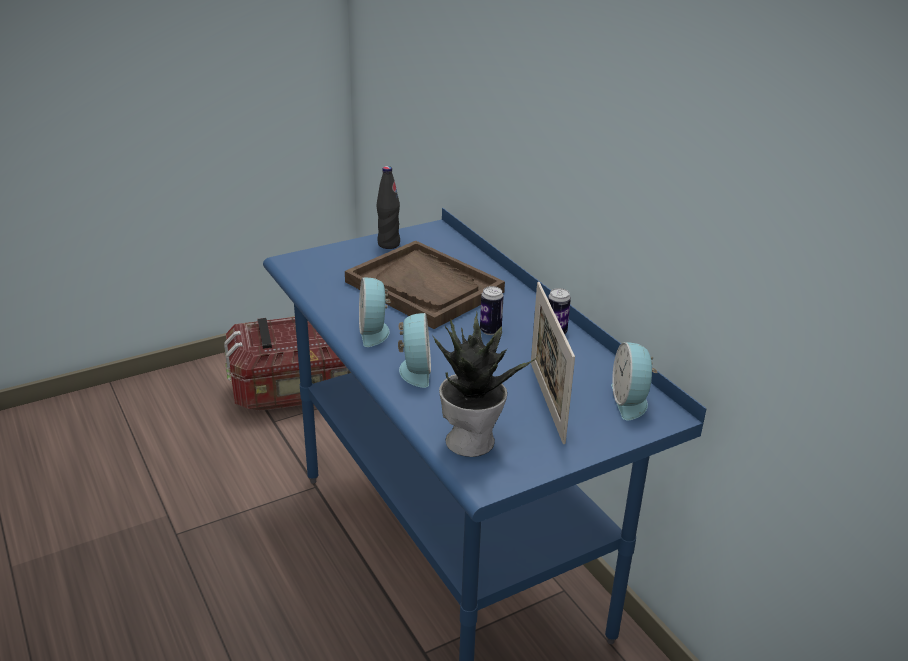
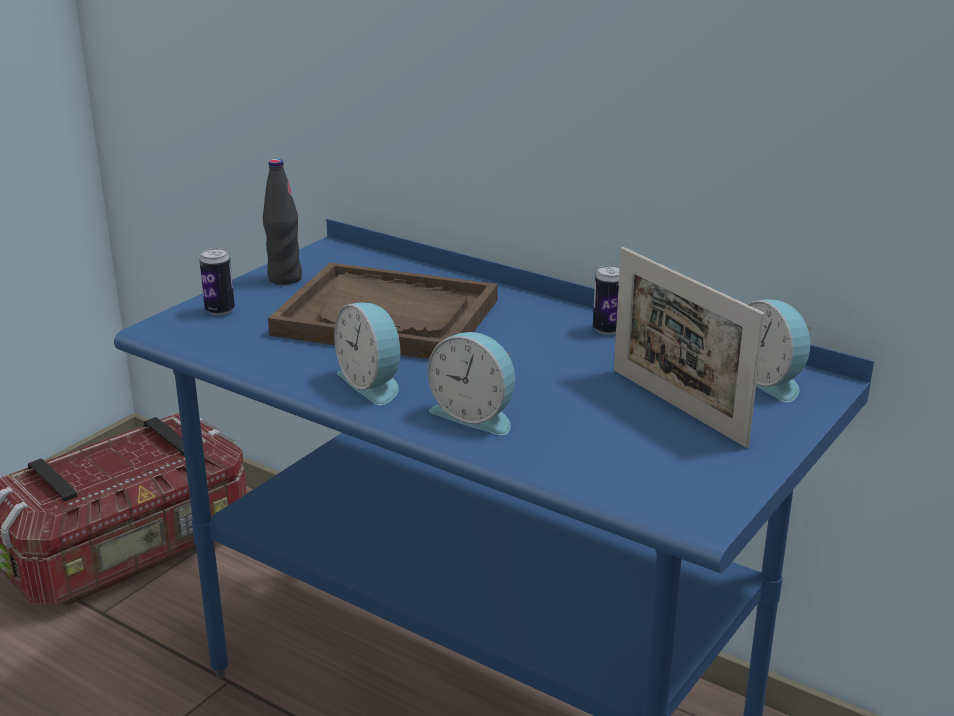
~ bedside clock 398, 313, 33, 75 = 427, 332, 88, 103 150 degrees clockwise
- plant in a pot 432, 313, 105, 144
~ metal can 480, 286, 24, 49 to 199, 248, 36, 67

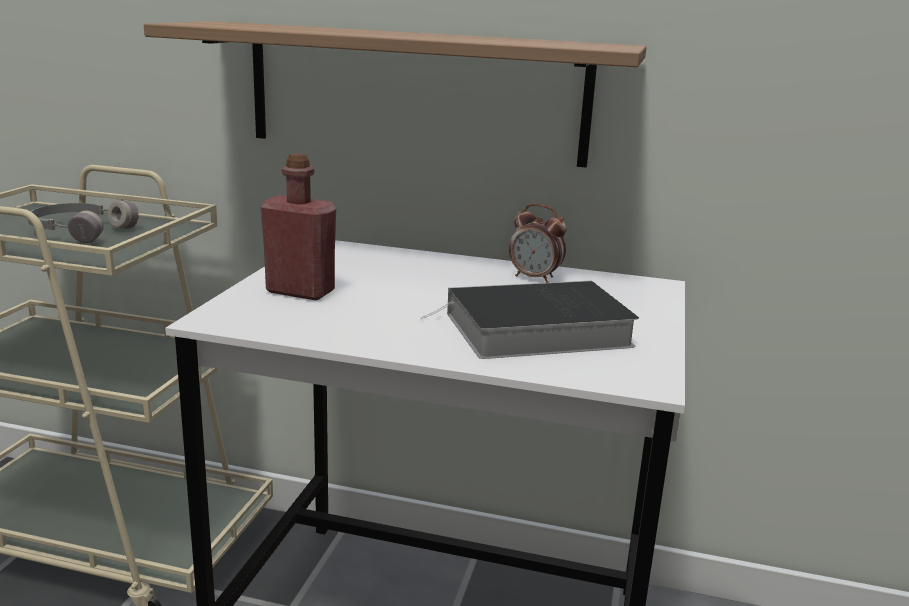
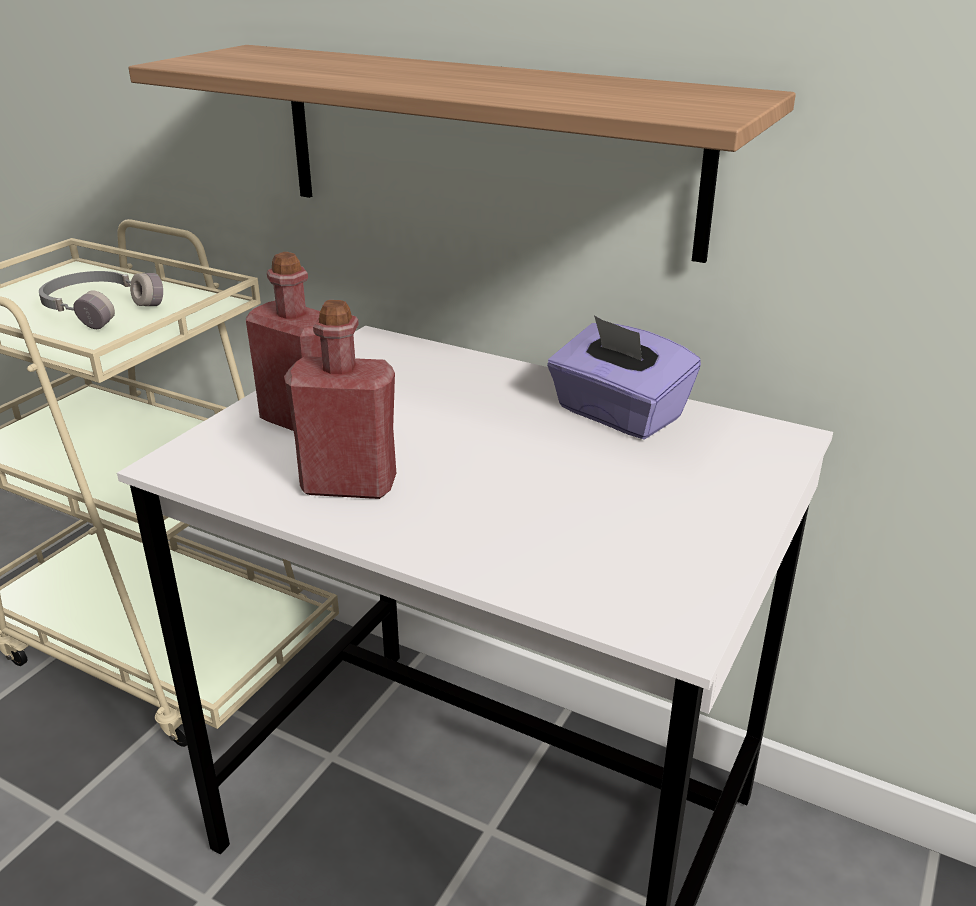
- volume 421, 281, 218, 78
~ bedside clock 509, 204, 58, 79 to box of tissues/purple 547, 315, 154, 125
+ beverage bottle/red-coloured 284, 300, 112, 199

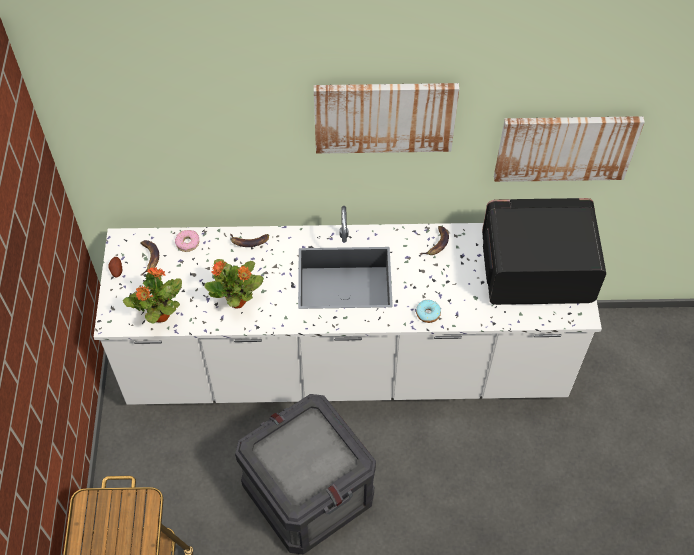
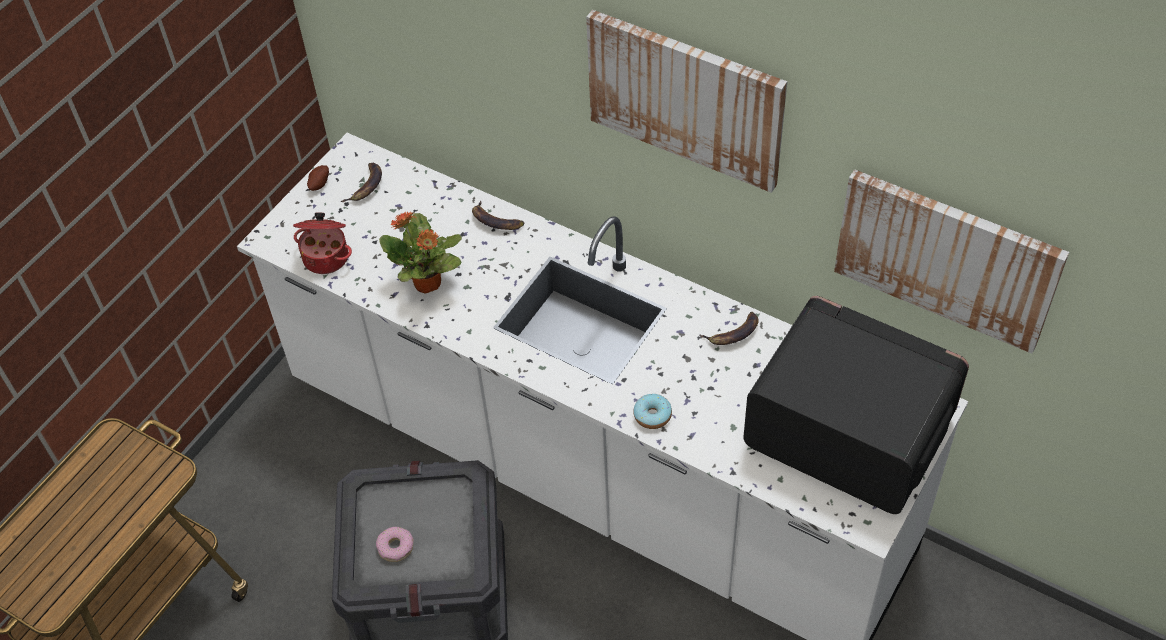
~ plant in a pot 123, 267, 59, 57 to cooking pot 293, 212, 59, 62
~ doughnut 175, 230, 24, 22 to 376, 527, 38, 35

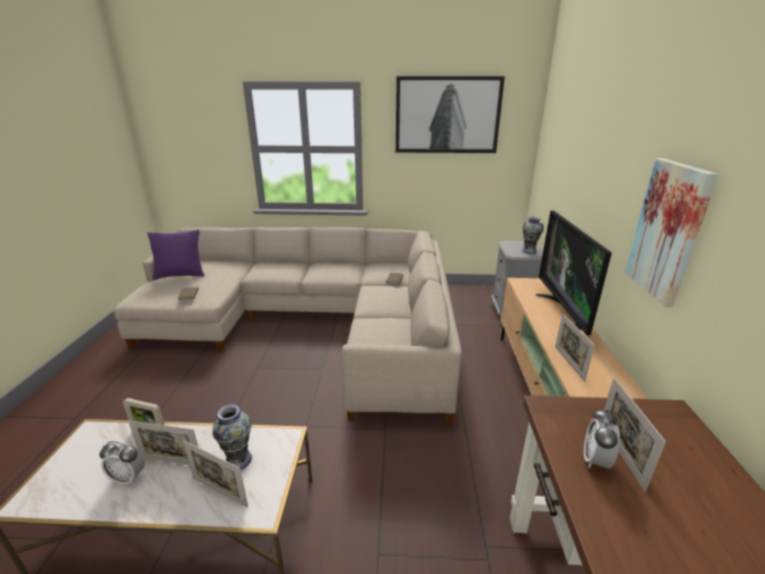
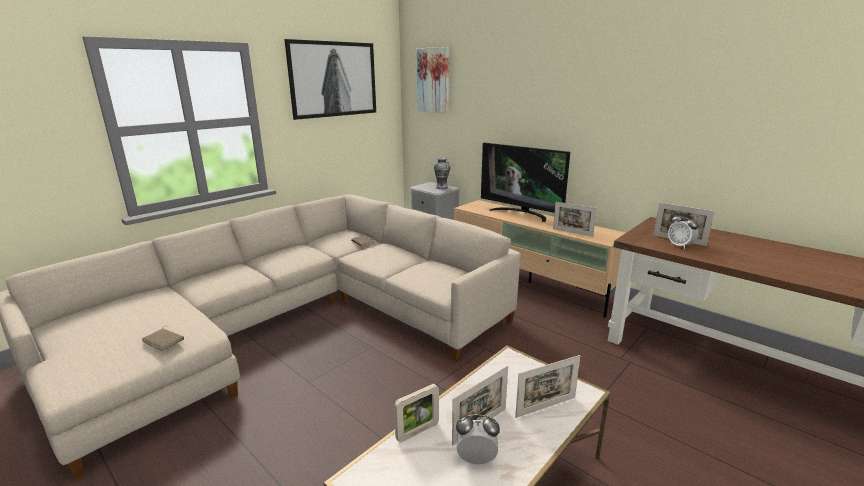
~ bedside clock 99, 441, 46, 44 = 456, 414, 44, 51 135 degrees counterclockwise
- pillow/purple 147, 230, 57, 50
- vase 212, 404, 40, 66
~ wall picture 625, 158, 94, 149 to 417, 47, 32, 66

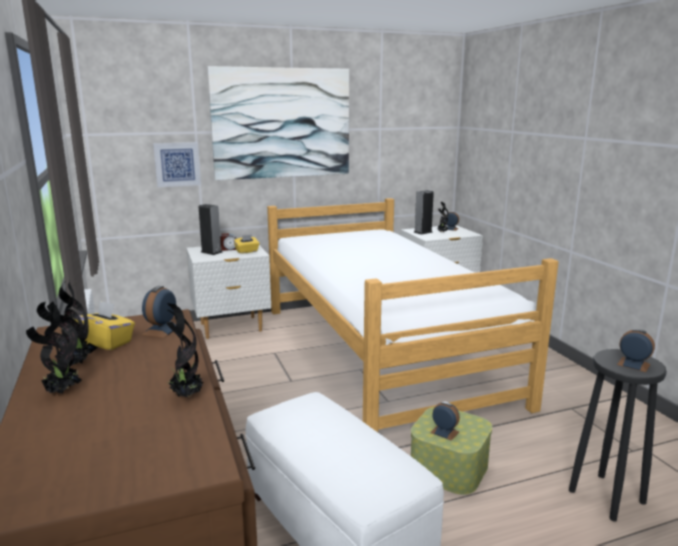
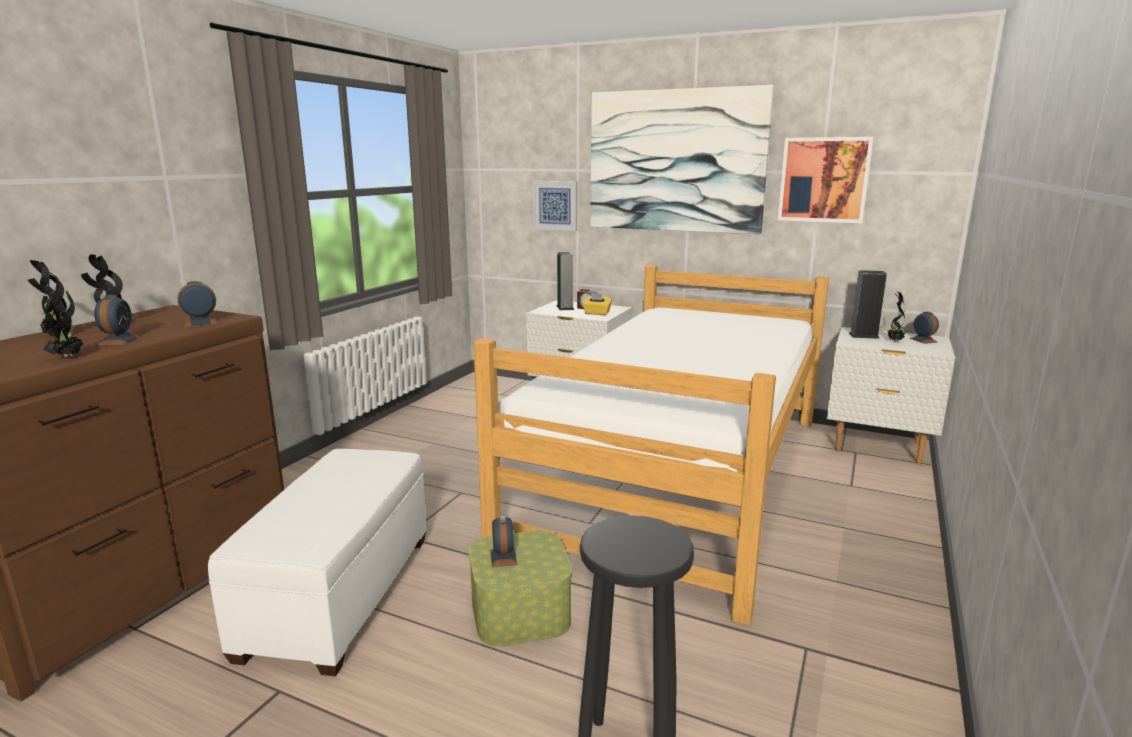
- box of tissues/yellowish 74, 300, 61, 50
~ bedside clock 617, 329, 38, 43 to 94, 295, 46, 51
+ wall picture 778, 137, 96, 86

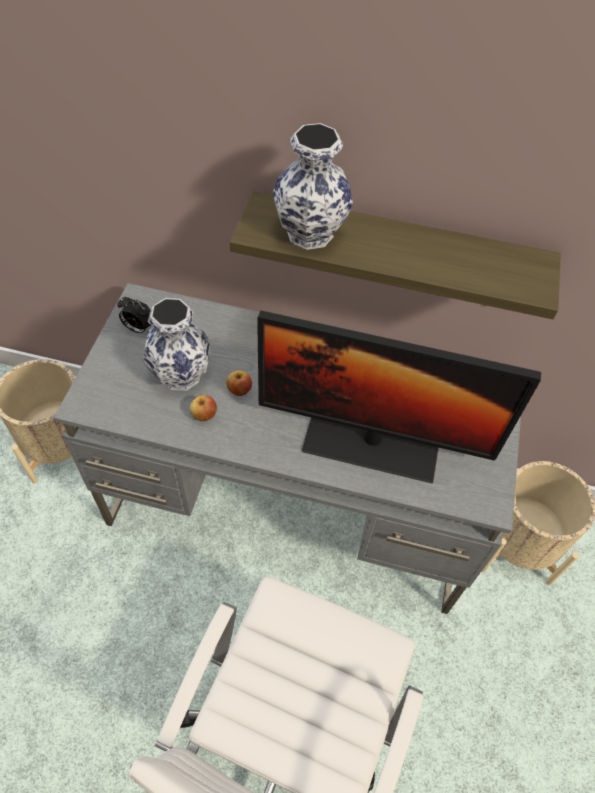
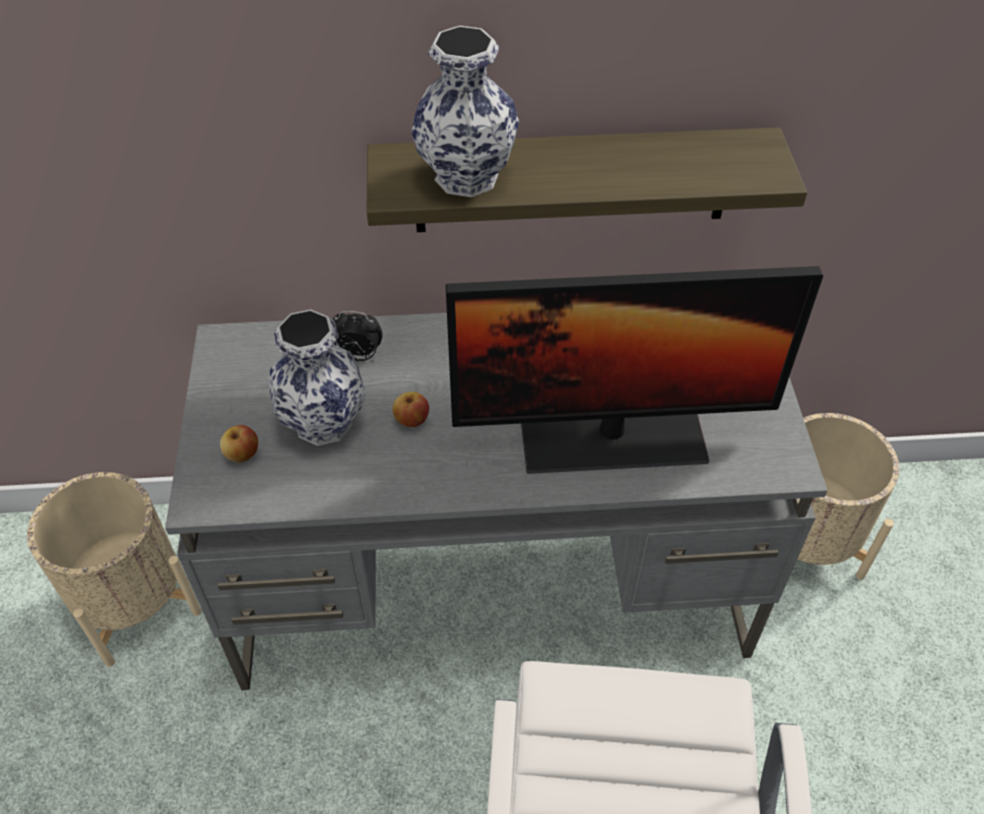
~ bedside clock 117, 296, 34, 37 to 332, 311, 51, 50
~ apple 190, 395, 27, 26 to 220, 425, 38, 38

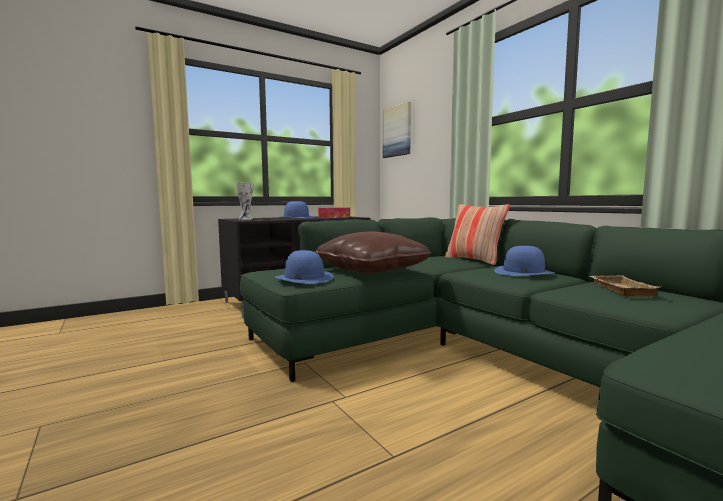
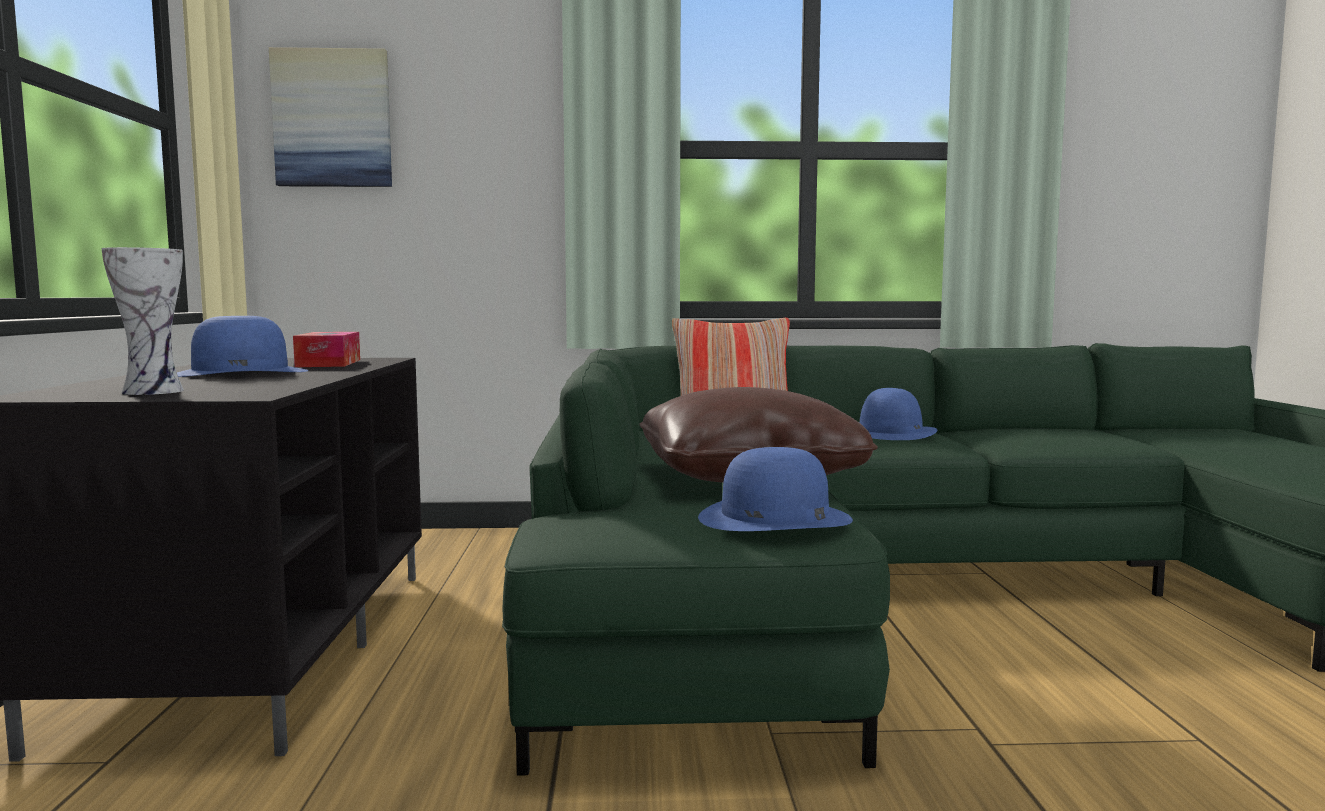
- serving tray/sand-coloured 590, 275, 69, 22

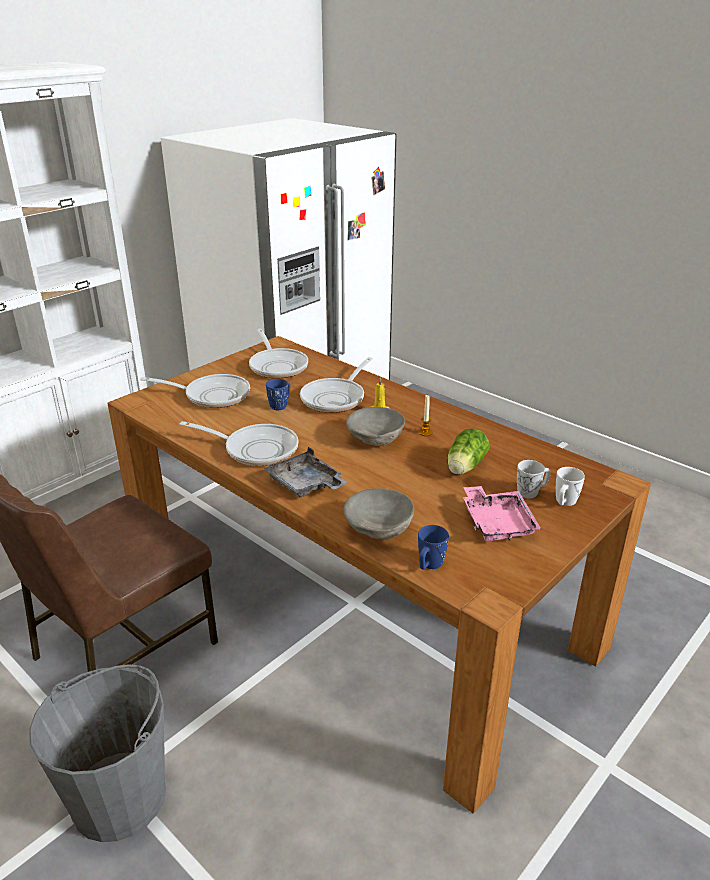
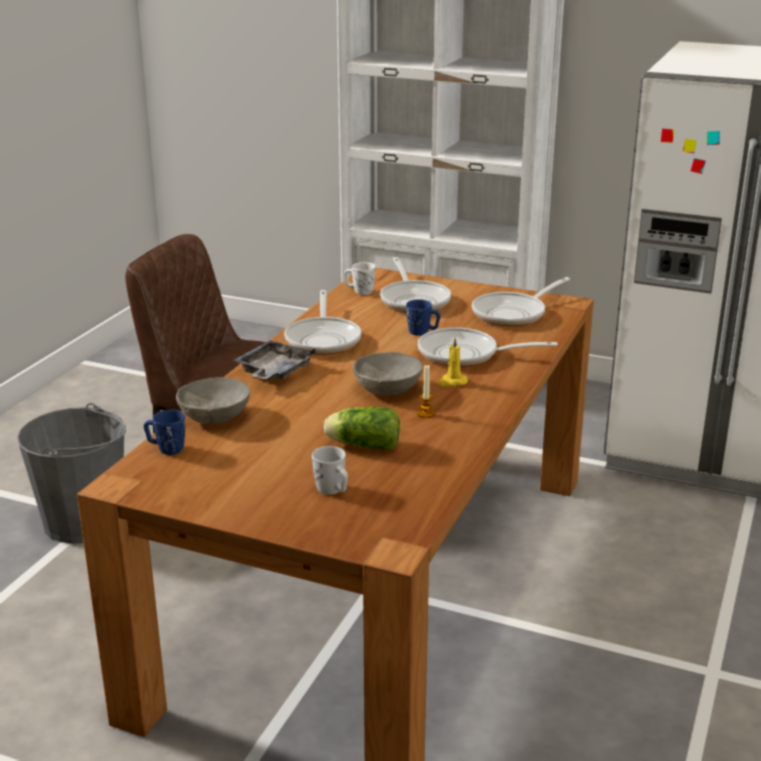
- serving tray/pink-coloured 463, 486, 78, 55
~ coffee mug/white-coloured 556, 467, 29, 39 to 344, 262, 31, 33

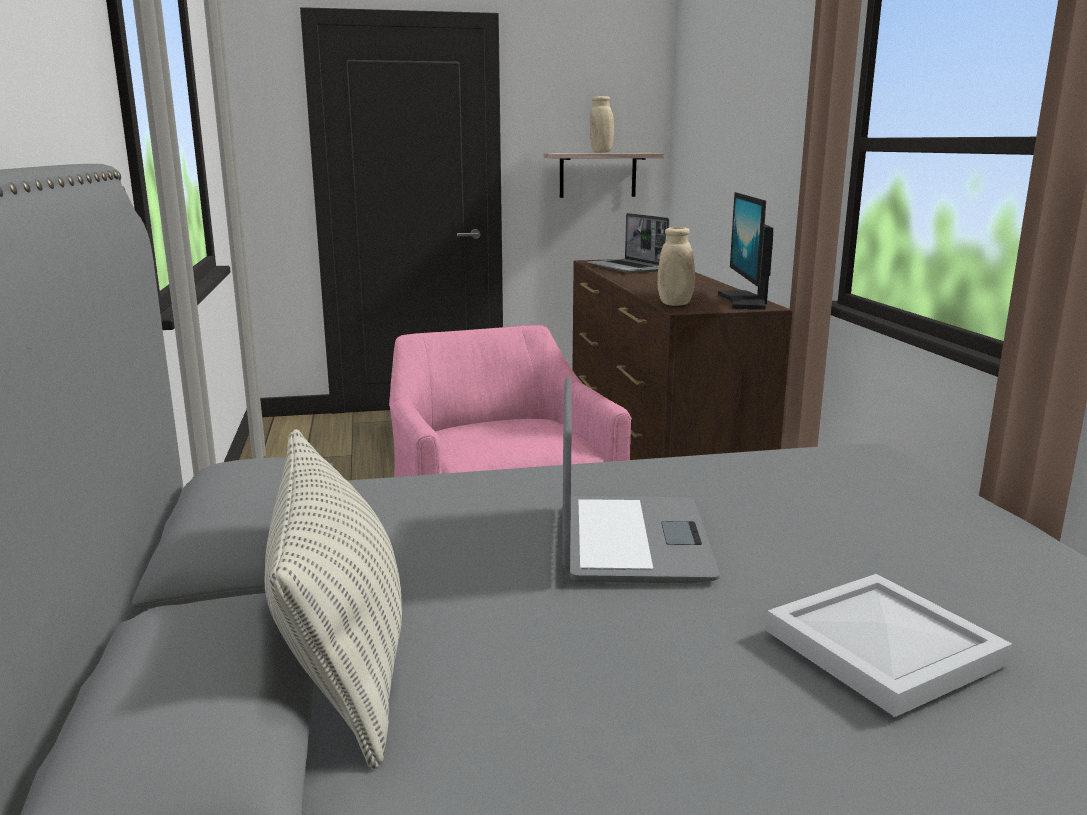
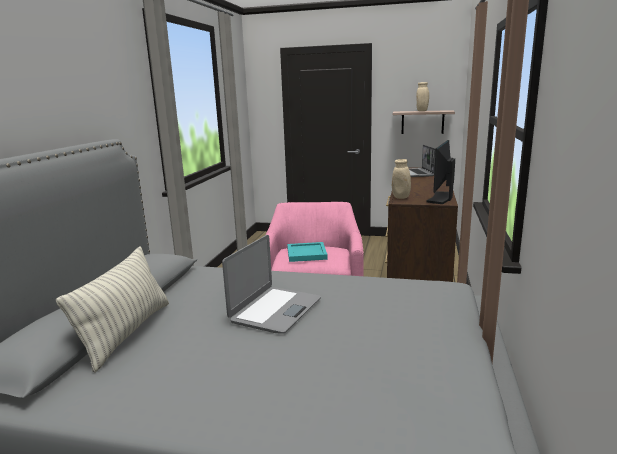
- serving tray/white-coloured 766, 574, 246, 143
+ serving tray/turquoise 287, 242, 41, 20

